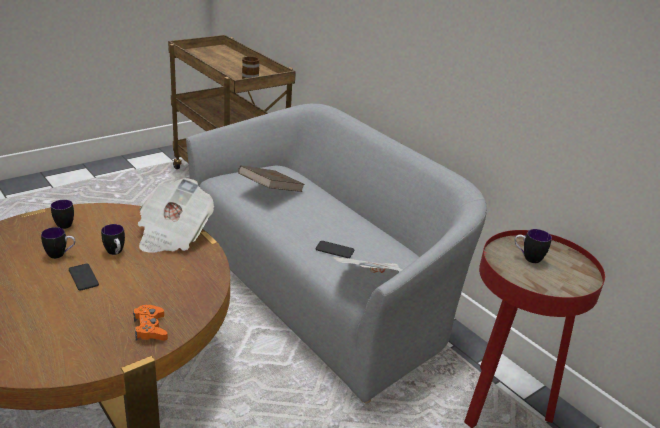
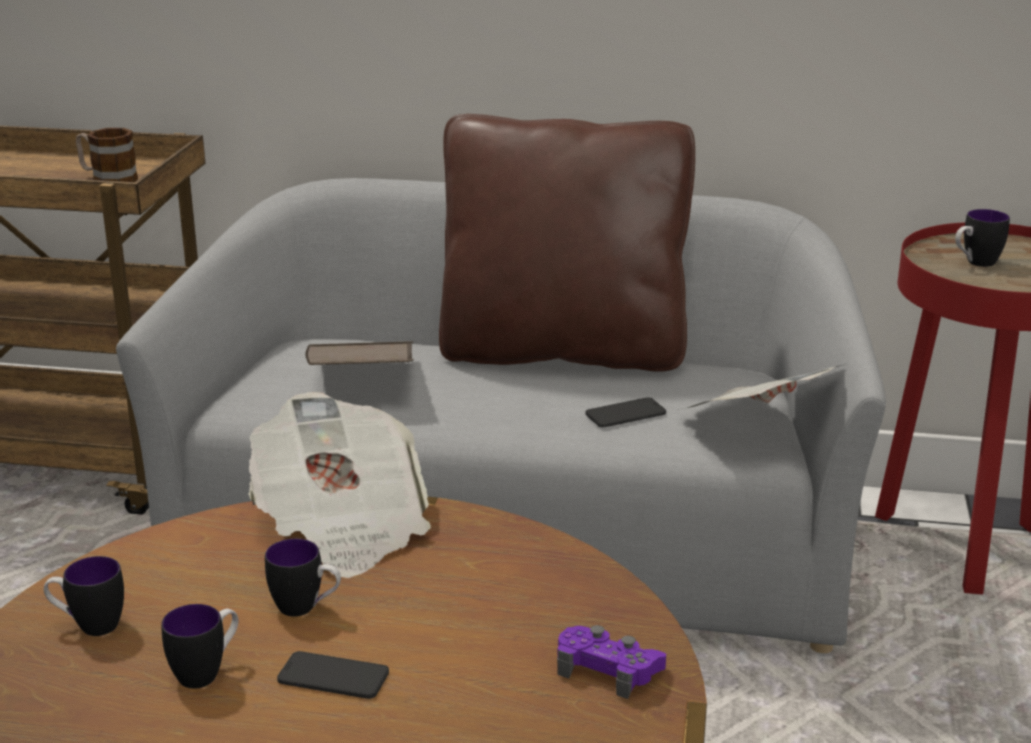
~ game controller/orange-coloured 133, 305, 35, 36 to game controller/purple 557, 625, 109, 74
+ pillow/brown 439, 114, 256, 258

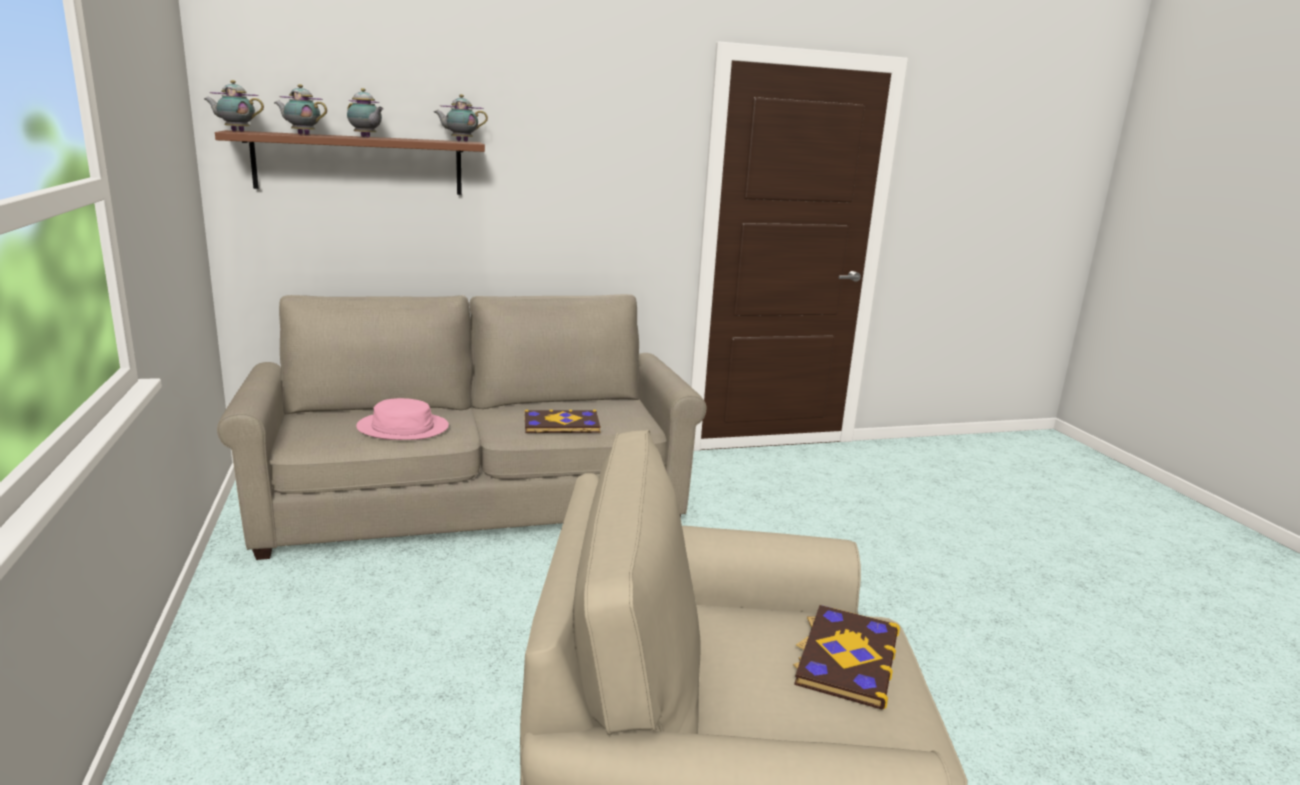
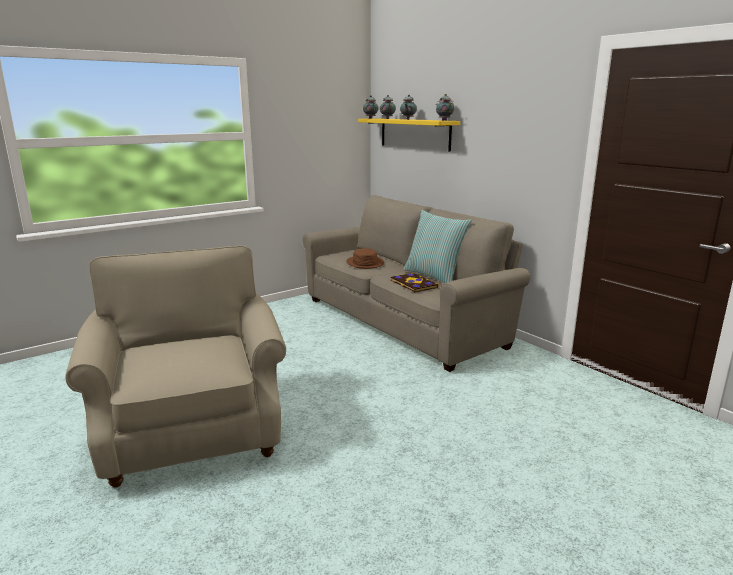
~ shelf/brown 215, 130, 270, 65 to shelf/yellowish 358, 118, 102, 33
~ hat/pink-coloured 356, 398, 93, 42 to hat/brown 346, 248, 38, 21
- volume 793, 605, 107, 105
+ pillow 403, 210, 69, 73

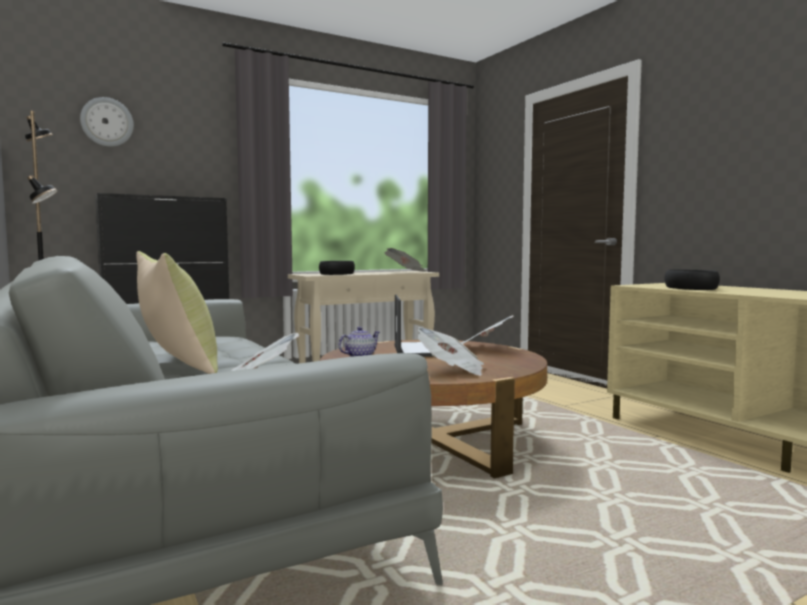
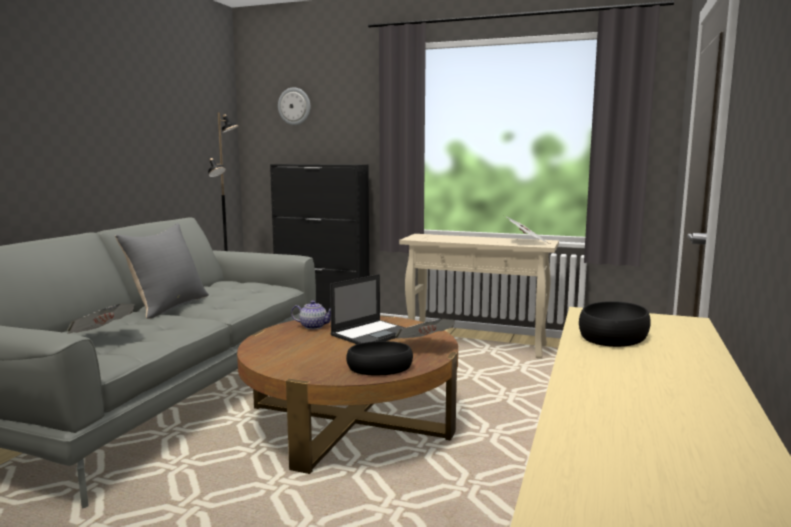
~ pillow/yellowish 136, 251, 82, 123 to pillow/gray 115, 223, 94, 96
~ serving bowl/black 319, 261, 36, 14 to 346, 341, 67, 34
- newspaper 417, 327, 67, 49

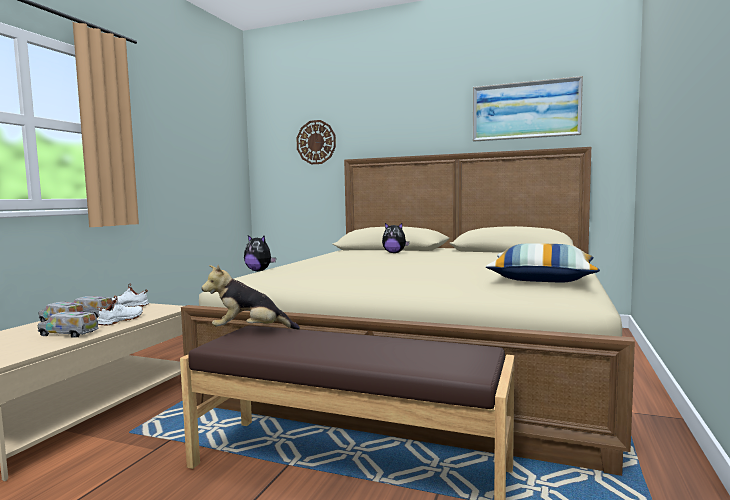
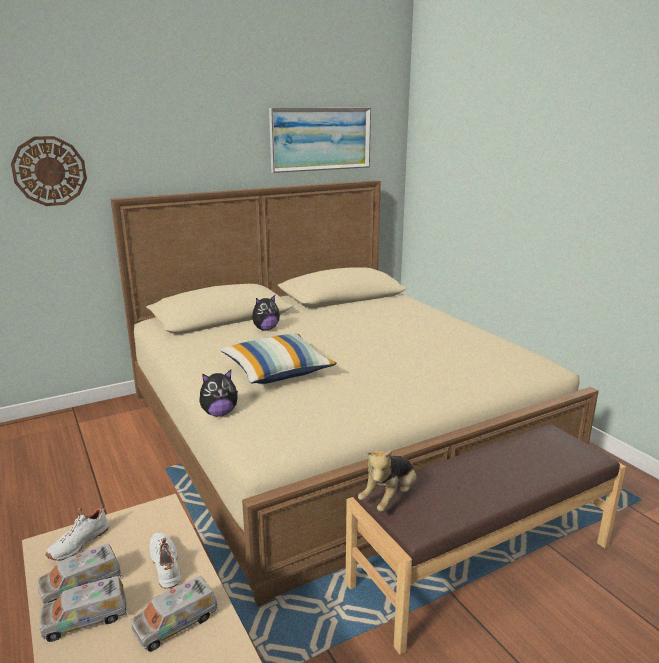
~ pillow 486, 243, 114, 39 to 220, 334, 117, 50

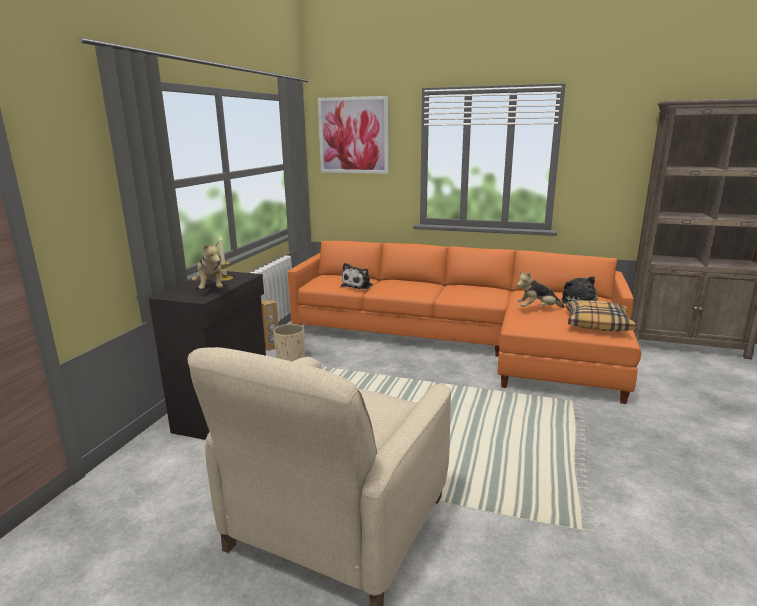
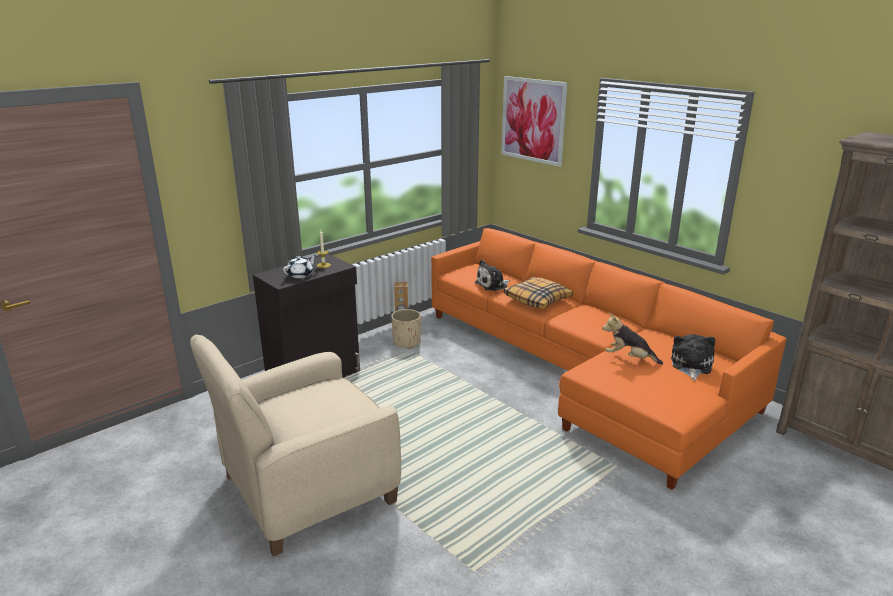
~ plush toy 192, 241, 31, 48 to tea pot/white-coloured 283, 255, 33, 23
~ pillow 566, 300, 70, 31 to 504, 277, 69, 32

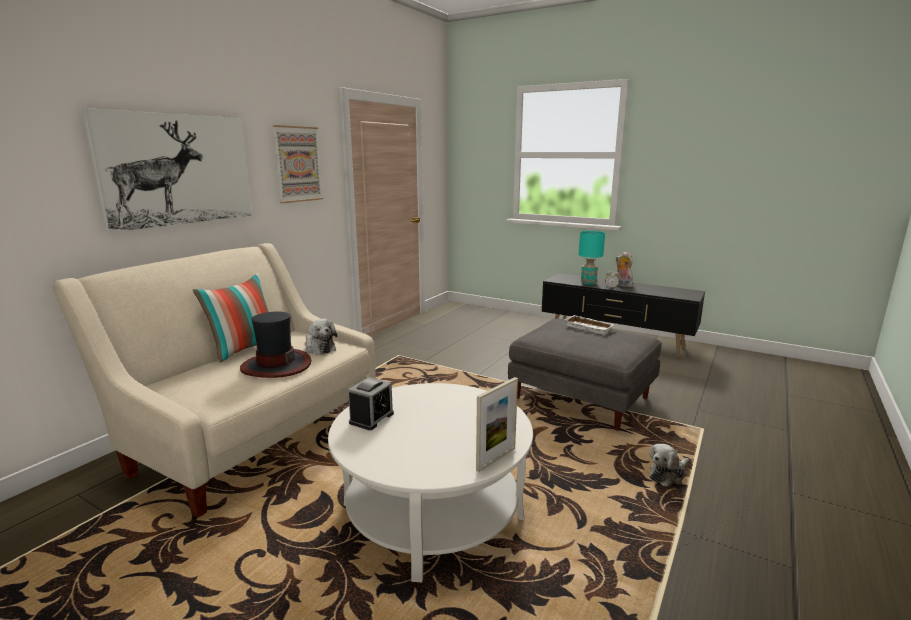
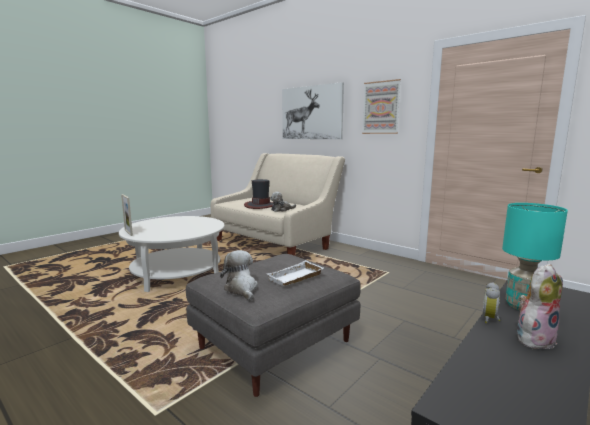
- pillow 193, 273, 76, 90
- bedside clock 348, 377, 46, 53
~ plush toy 649, 444, 40, 43 to 220, 250, 38, 50

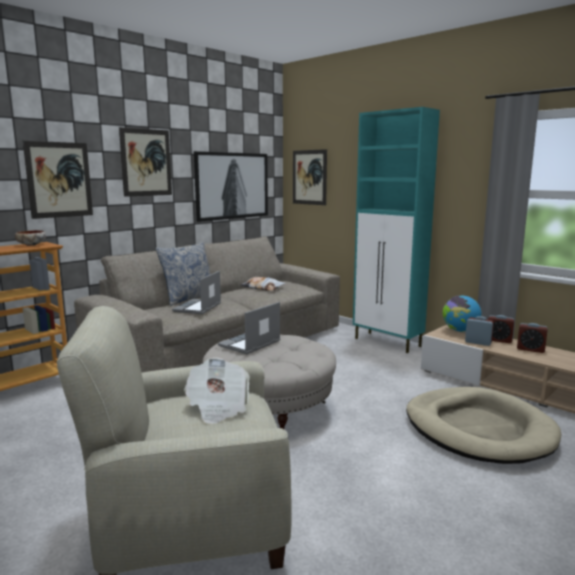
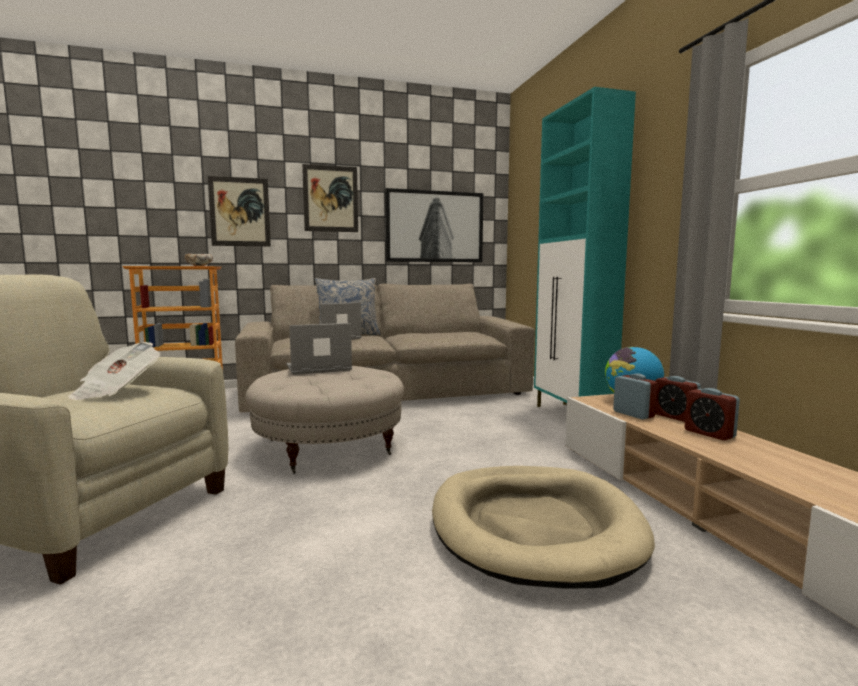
- pillow 240, 277, 46, 14
- wall picture 293, 149, 34, 56

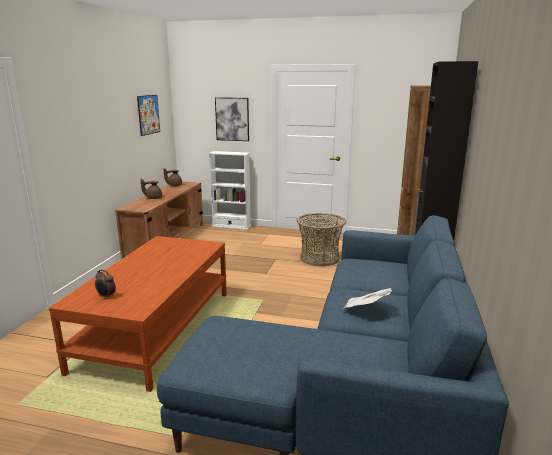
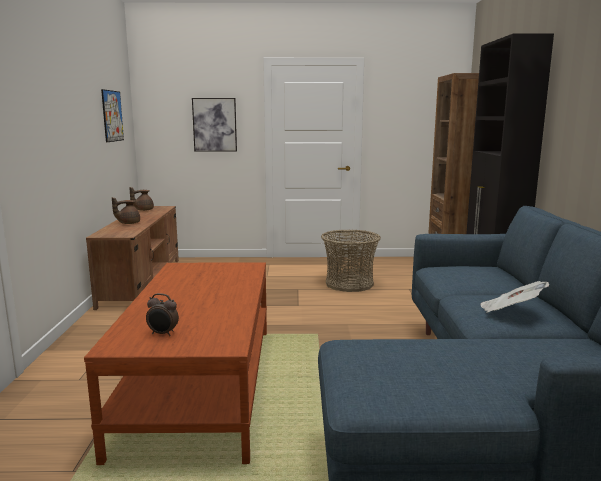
- bookshelf/white-coloured 208, 151, 43, 79

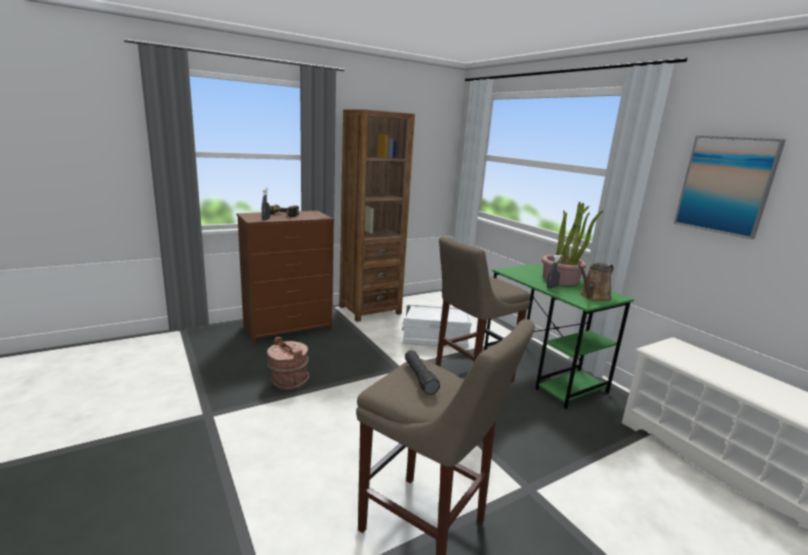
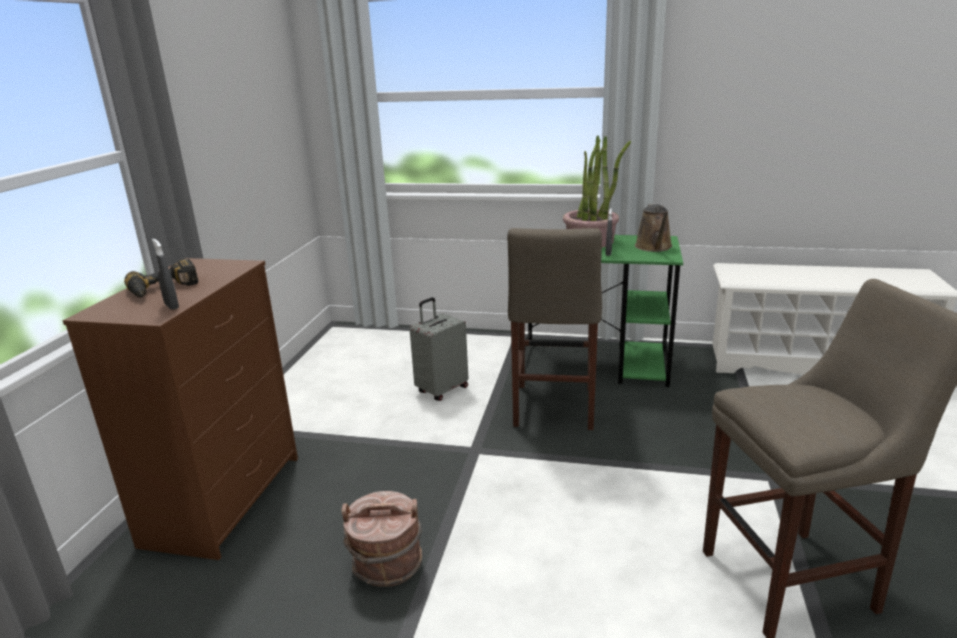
- bookshelf/brown 339, 109, 76, 213
~ storage bin/white-coloured 402, 304, 70, 45 to piece of luggage/gray 410, 297, 58, 104
- flashlight/black 405, 350, 35, 45
- wall picture 674, 136, 112, 103

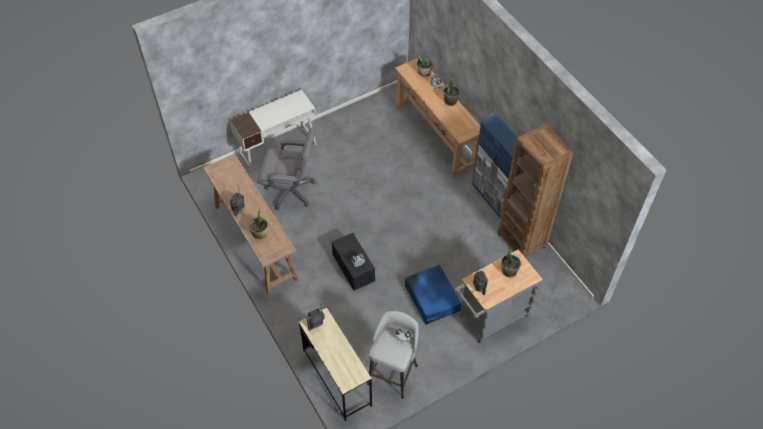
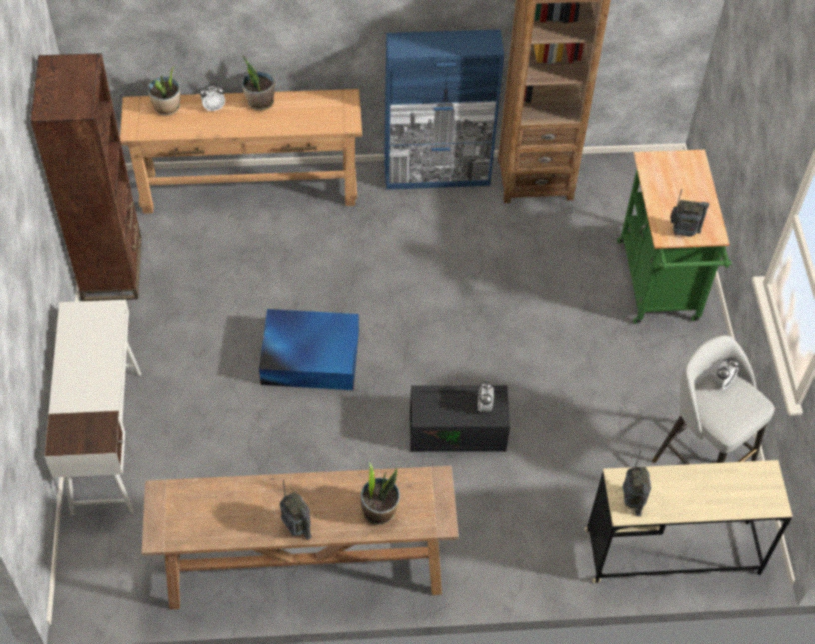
- office chair/gray 257, 128, 59, 82
~ storage bin/blue-coloured 405, 265, 57, 60 to 259, 309, 100, 81
~ wheeled cart/gray 454, 250, 89, 93 to wheeled cart/green 617, 150, 114, 174
- plant in a pot 501, 246, 20, 31
+ bookshelf/brown 30, 53, 112, 248

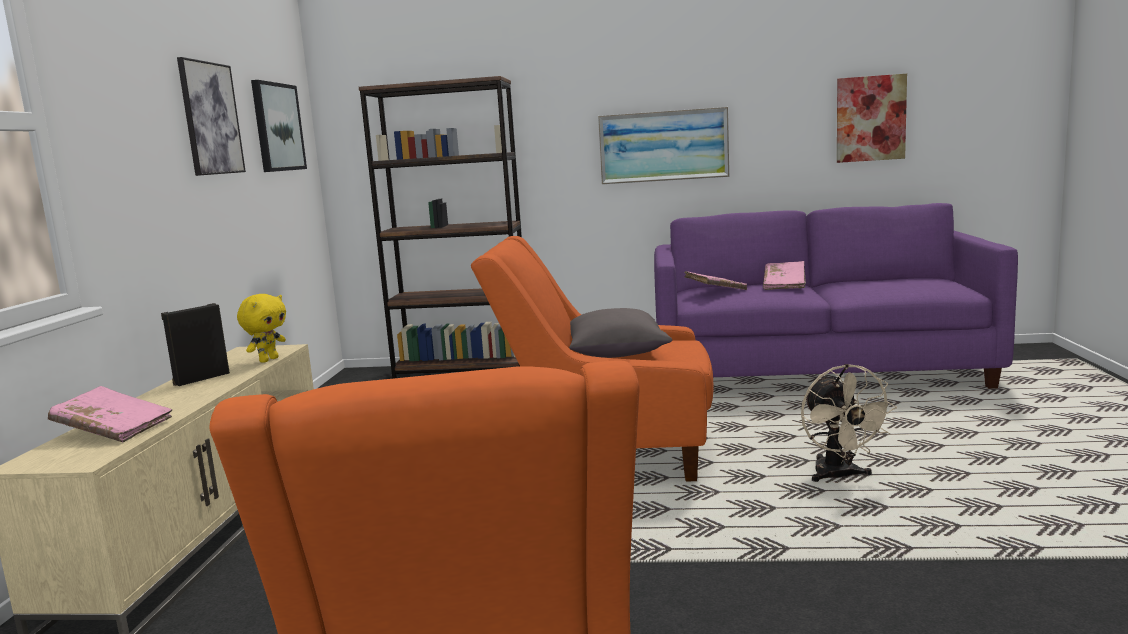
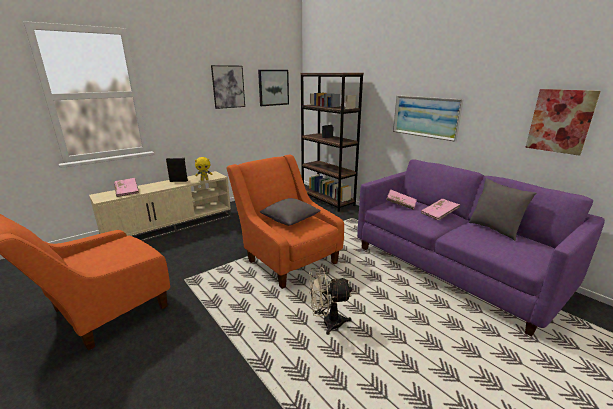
~ fan/sand-coloured 801, 364, 96, 118 = 309, 267, 43, 68 45 degrees clockwise
+ pillow/gray 469, 178, 68, 63

